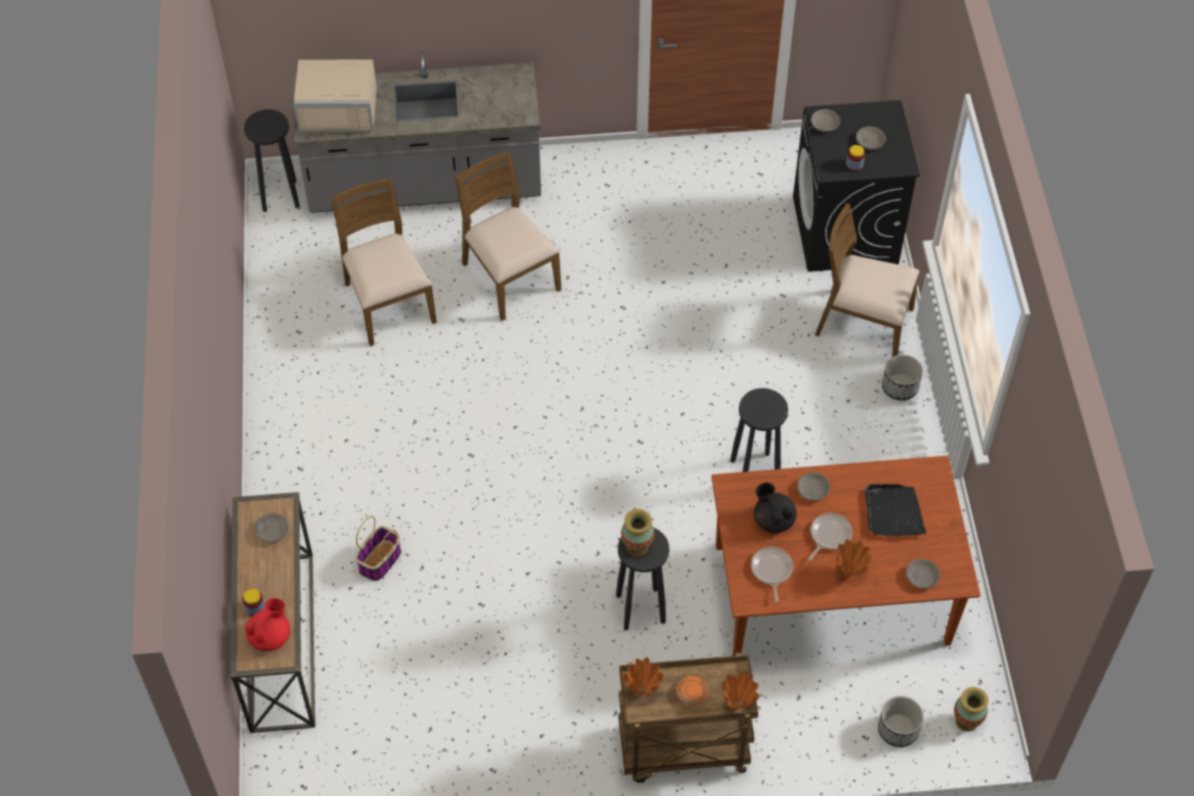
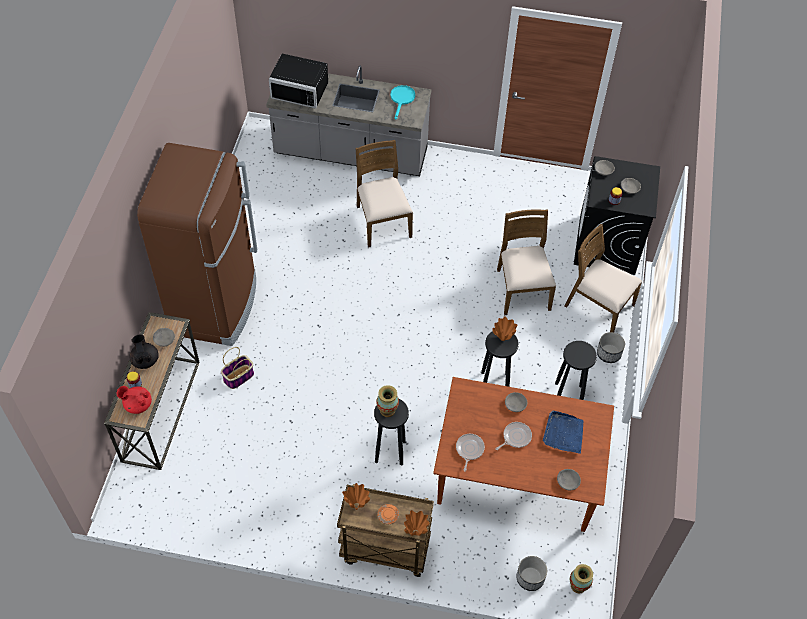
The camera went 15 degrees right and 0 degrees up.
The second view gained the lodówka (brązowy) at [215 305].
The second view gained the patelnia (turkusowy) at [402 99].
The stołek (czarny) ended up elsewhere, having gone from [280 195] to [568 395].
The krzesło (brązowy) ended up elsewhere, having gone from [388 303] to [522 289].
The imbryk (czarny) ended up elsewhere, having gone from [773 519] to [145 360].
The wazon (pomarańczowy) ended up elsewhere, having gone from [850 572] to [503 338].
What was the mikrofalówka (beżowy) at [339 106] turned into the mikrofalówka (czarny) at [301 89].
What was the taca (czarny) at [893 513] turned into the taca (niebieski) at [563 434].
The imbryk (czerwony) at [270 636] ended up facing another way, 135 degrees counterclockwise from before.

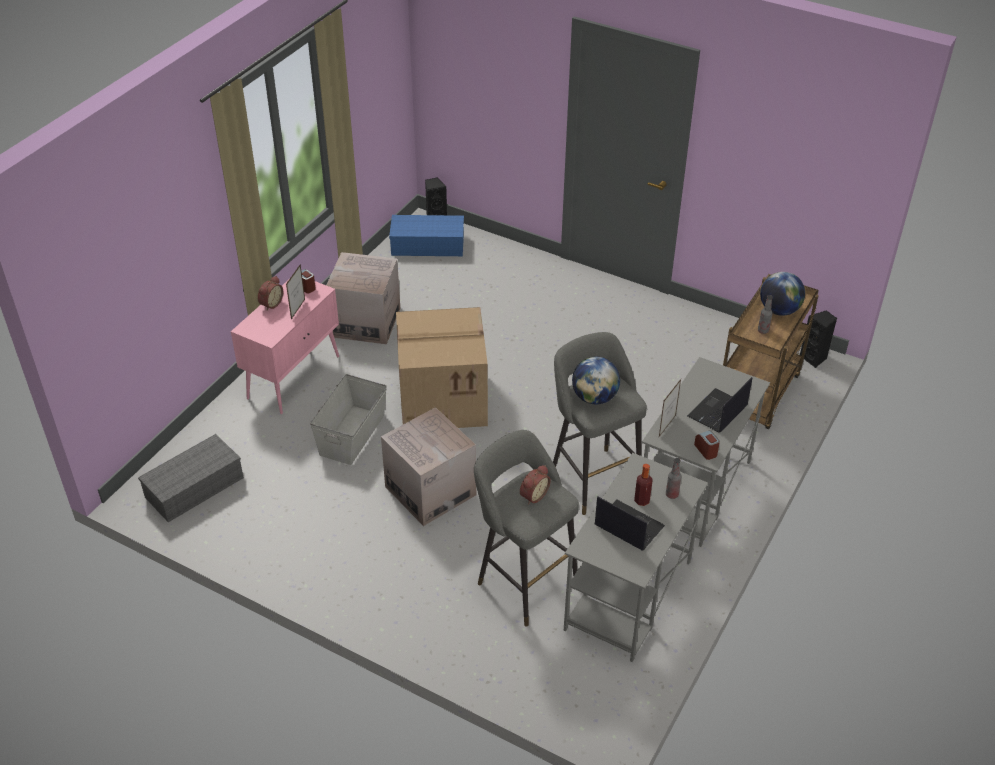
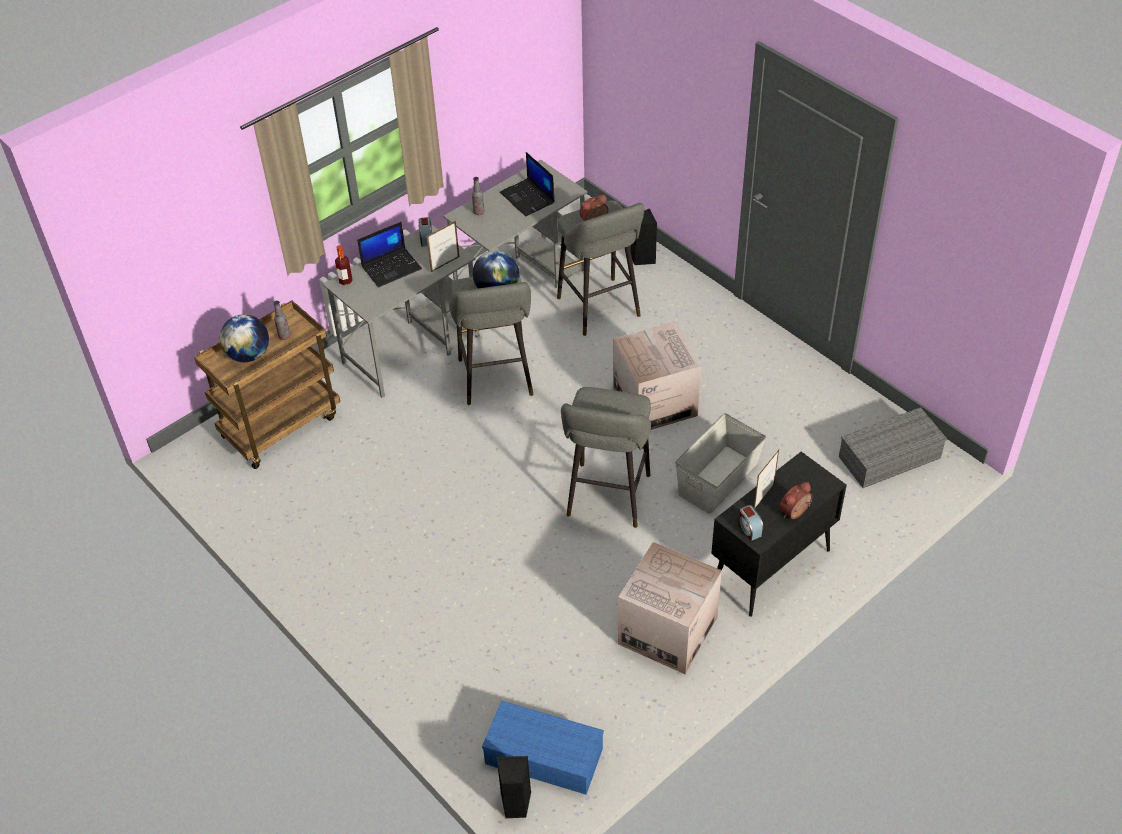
The camera went 160 degrees left and 5 degrees up.
The butelka ended up elsewhere, having gone from [642 500] to [345 281].
The głośnik (czarny) ended up elsewhere, having gone from [814 358] to [642 258].
Where the karton stood at [444 398], the stołek (szary) came to stand at [607 499].
What was the szafka (różowy) at [294 377] turned into the szafka (czarny) at [770 568].

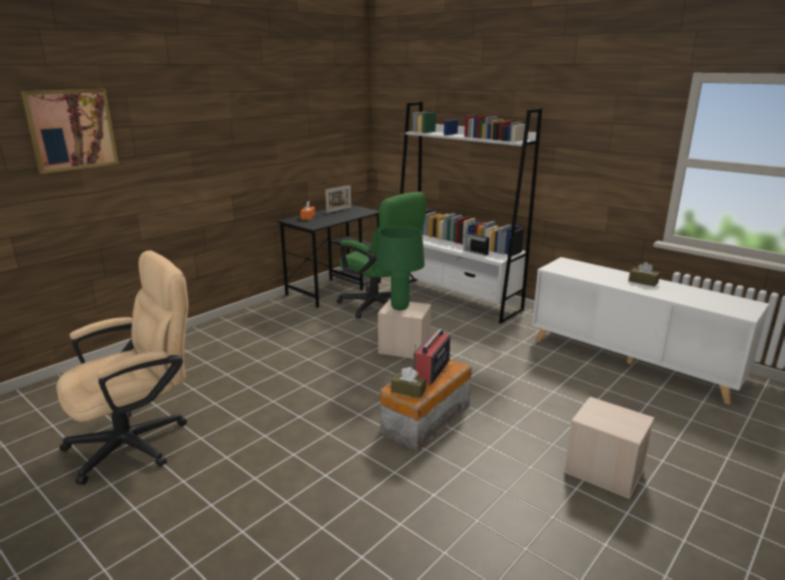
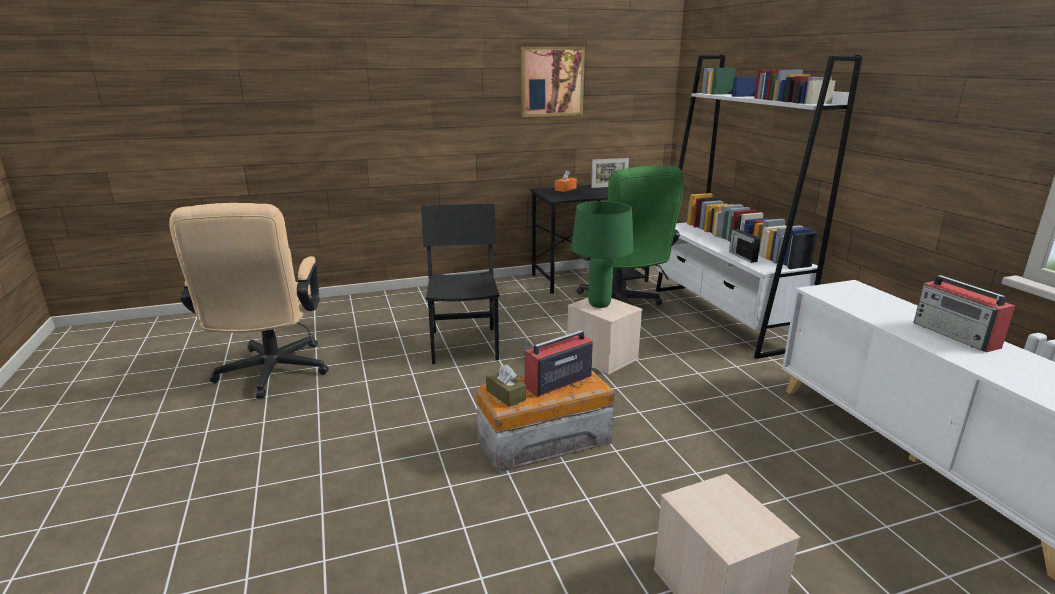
The camera went 30 degrees right and 0 degrees up.
The second view gained the krzesło (czarny) at [464 345].
The obraz ended up elsewhere, having gone from [71 130] to [551 81].
Where the pudełko chusteczek (brązowy) stood at [643 282], the radio came to stand at [956 335].
The krzesło biurowe (beżowy) at [139 441] ended up facing another way, 90 degrees clockwise from before.

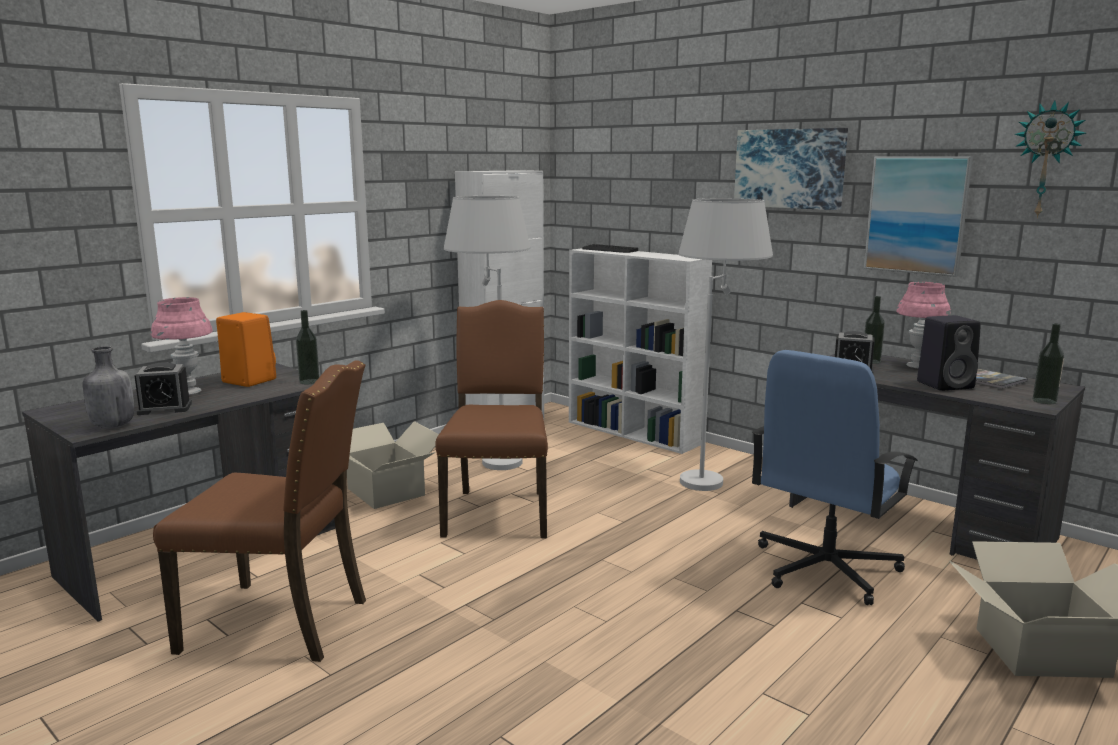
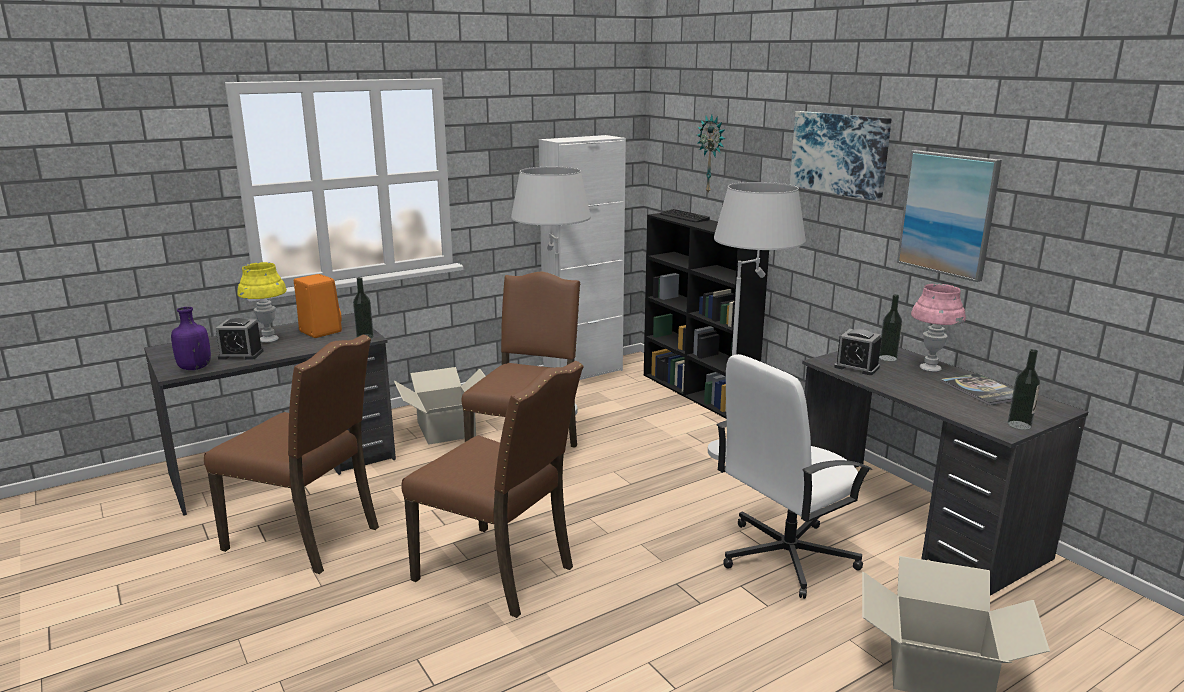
The camera went 15 degrees right and 5 degrees up.
The second view lost the głośnik (czarny) at [946 385].
The second view gained the krzesło (brązowy) at [498 572].
The zegar ścienny ended up elsewhere, having gone from [1047 160] to [712 154].
What was the butelka (szary) at [112 425] turned into the butelka (fioletowy) at [194 368].
What was the lampa stołowa (różowy) at [189 392] turned into the lampa stołowa (żółty) at [269 339].
What was the regał (biały) at [634 433] turned into the regał (czarny) at [698 393].
What was the krzesło biurowe (niebieski) at [824 569] turned into the krzesło biurowe (biały) at [785 556].

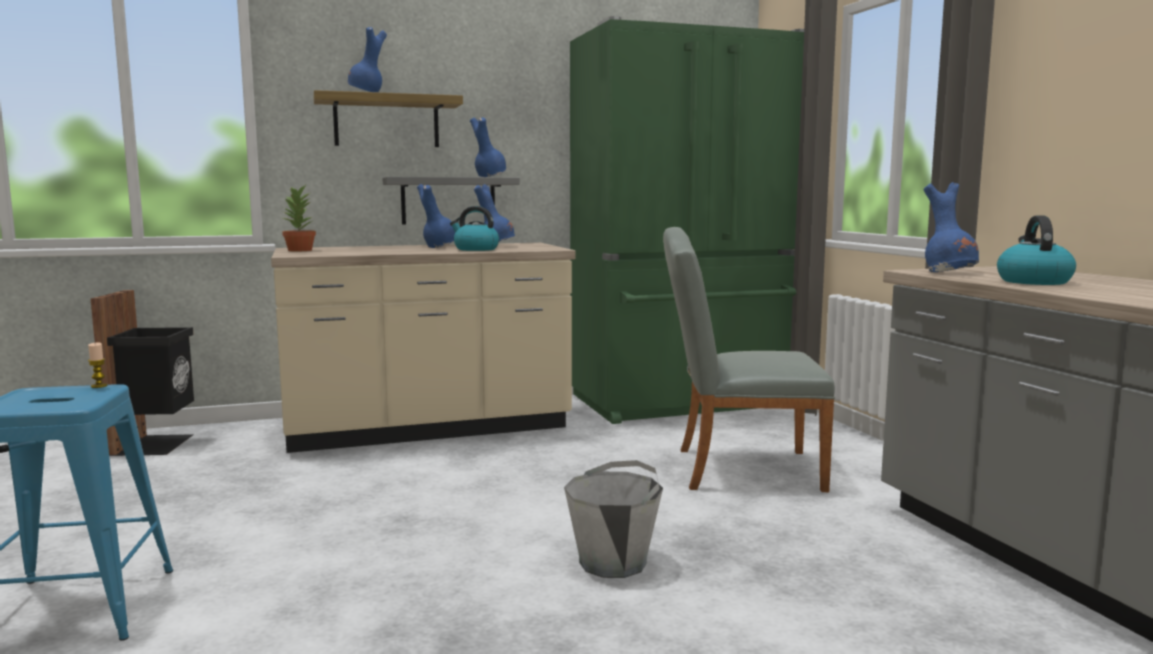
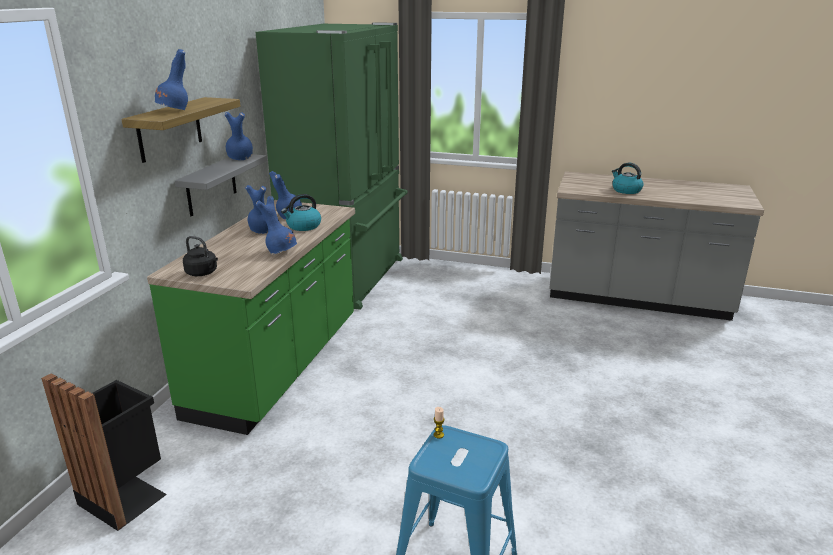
The camera went 55 degrees left and 15 degrees up.
The second view lost the wiadro (szary) at [613 563].
The second view lost the krzesło (szary) at [736 469].
The wazon (niebieski) ended up elsewhere, having gone from [949 273] to [281 252].
Where the roślina doniczkowa stood at [300 250], the czajnik (czarny) came to stand at [203 273].
What was the zabudowa kuchenna (beżowy) at [428 429] turned into the zabudowa kuchenna (zielony) at [278 367].

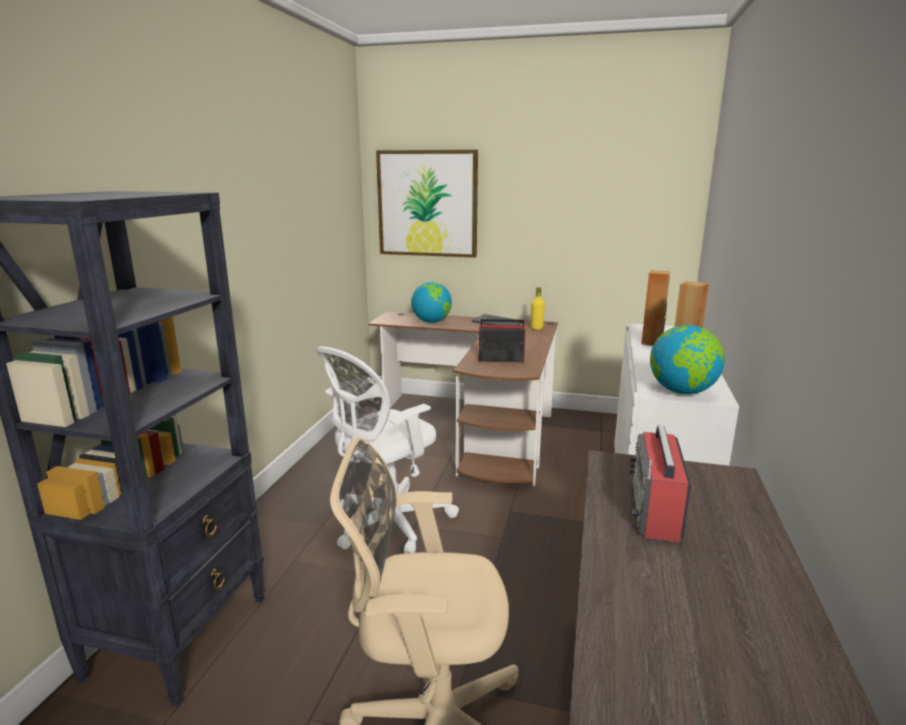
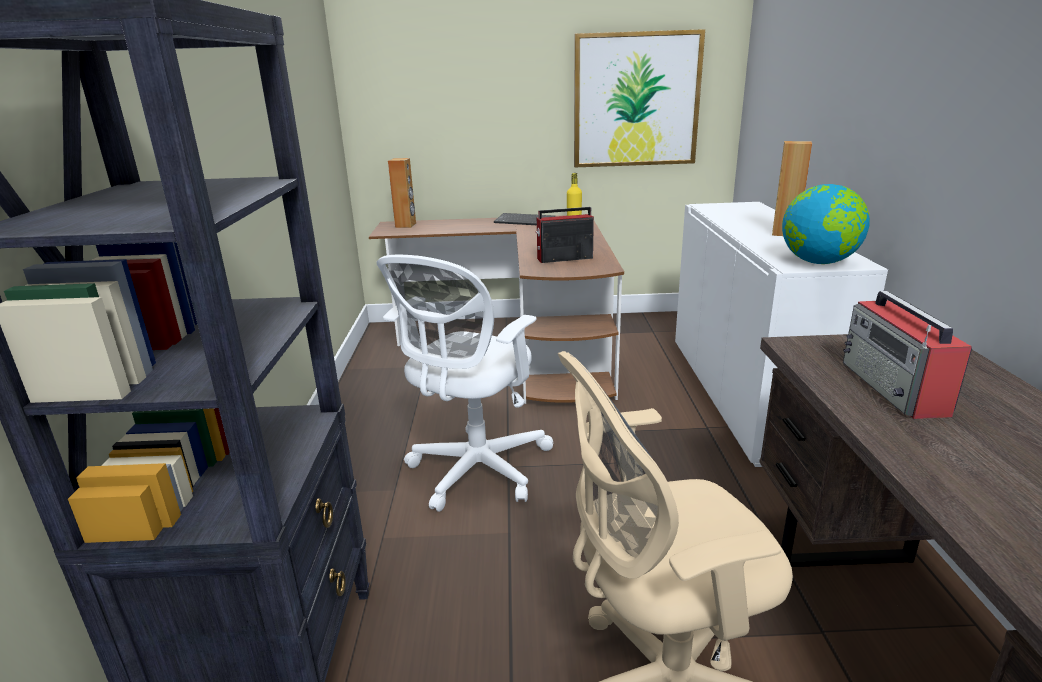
The camera went 15 degrees left and 5 degrees up.
The second view lost the globus at [432 322].
The obraz ended up elsewhere, having gone from [427 204] to [636 100].
The głośnik (brązowy) ended up elsewhere, having gone from [652 342] to [406 225].

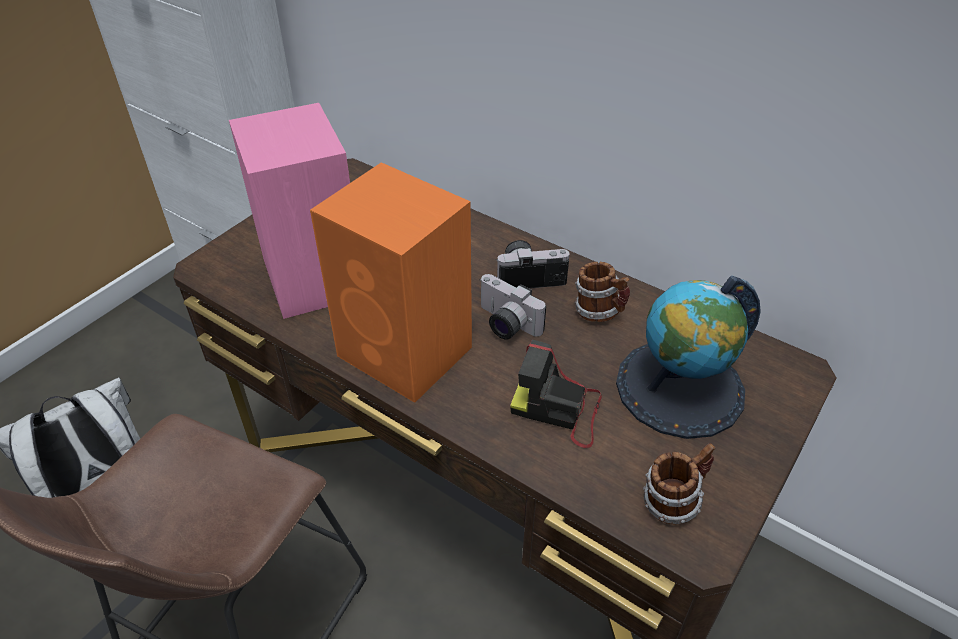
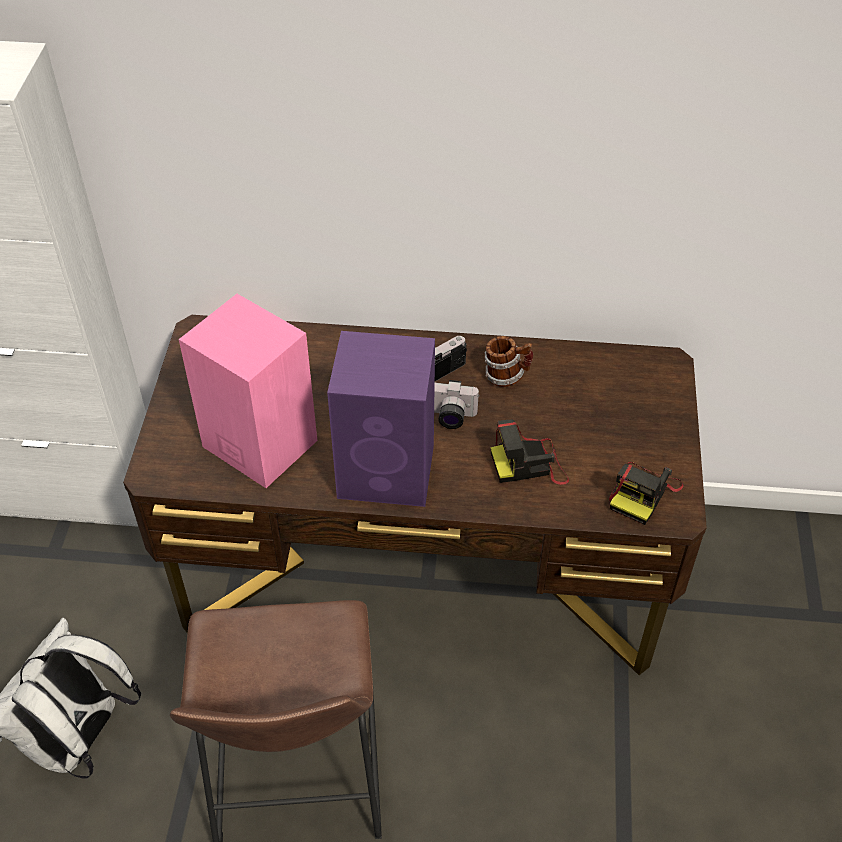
The camera went 30 degrees left and 5 degrees up.
The second view lost the globus at [680 388].
Where the kubek stood at [672 501], the aparat fotograficzny came to stand at [643 493].
What was the głośnik (pomarańczowy) at [407 353] turned into the głośnik (fioletowy) at [389 472].

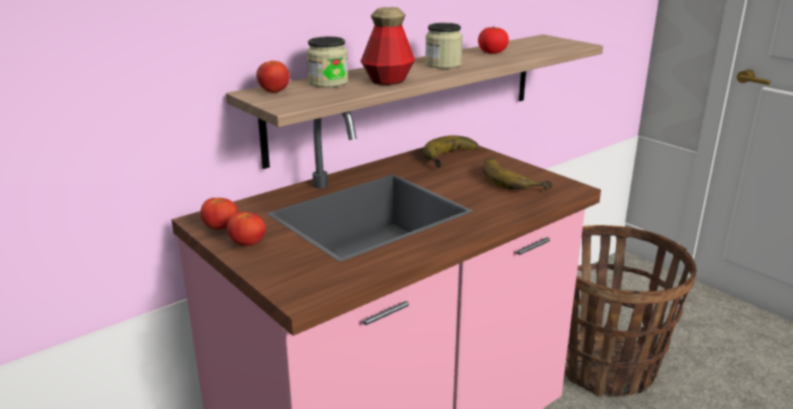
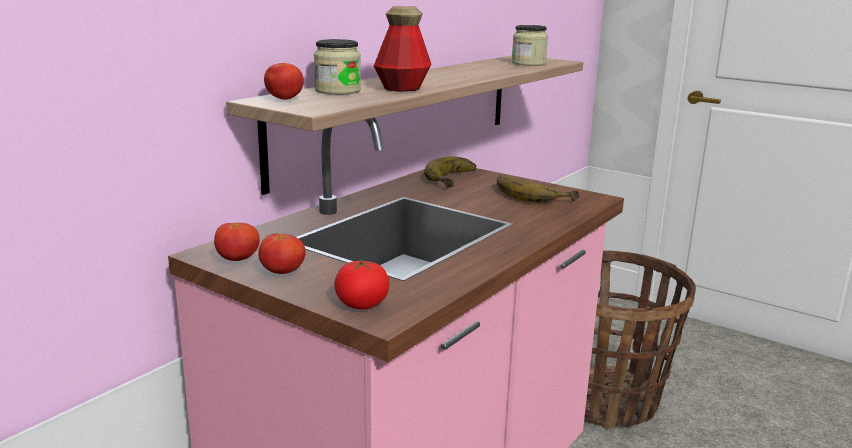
The camera went 15 degrees left and 5 degrees down.
The słoik ended up elsewhere, having gone from [443 64] to [528 63].
The pomidor ended up elsewhere, having gone from [492 52] to [362 304].

